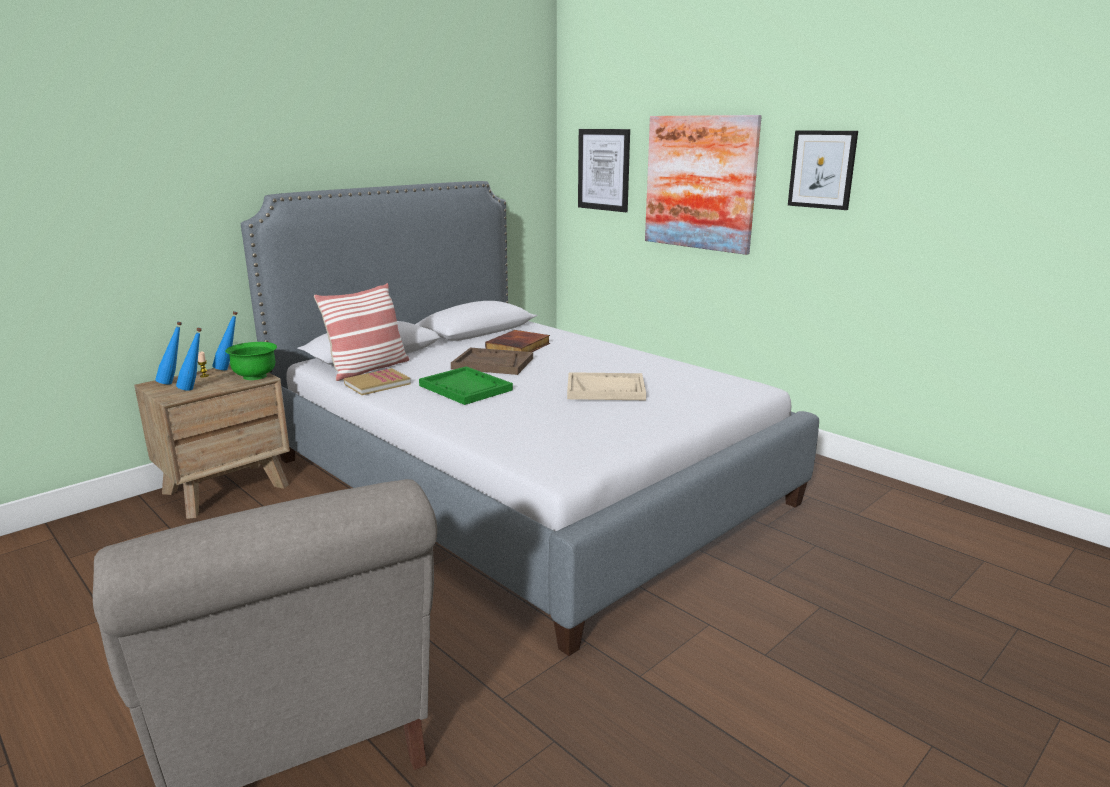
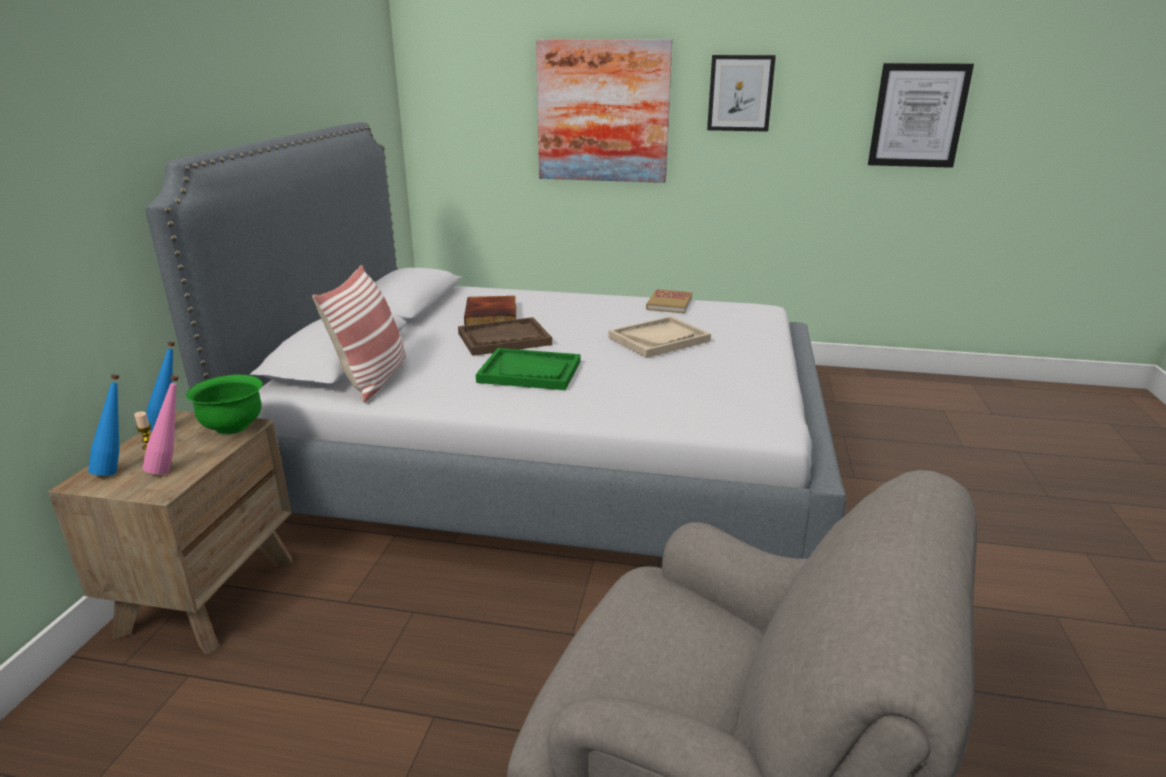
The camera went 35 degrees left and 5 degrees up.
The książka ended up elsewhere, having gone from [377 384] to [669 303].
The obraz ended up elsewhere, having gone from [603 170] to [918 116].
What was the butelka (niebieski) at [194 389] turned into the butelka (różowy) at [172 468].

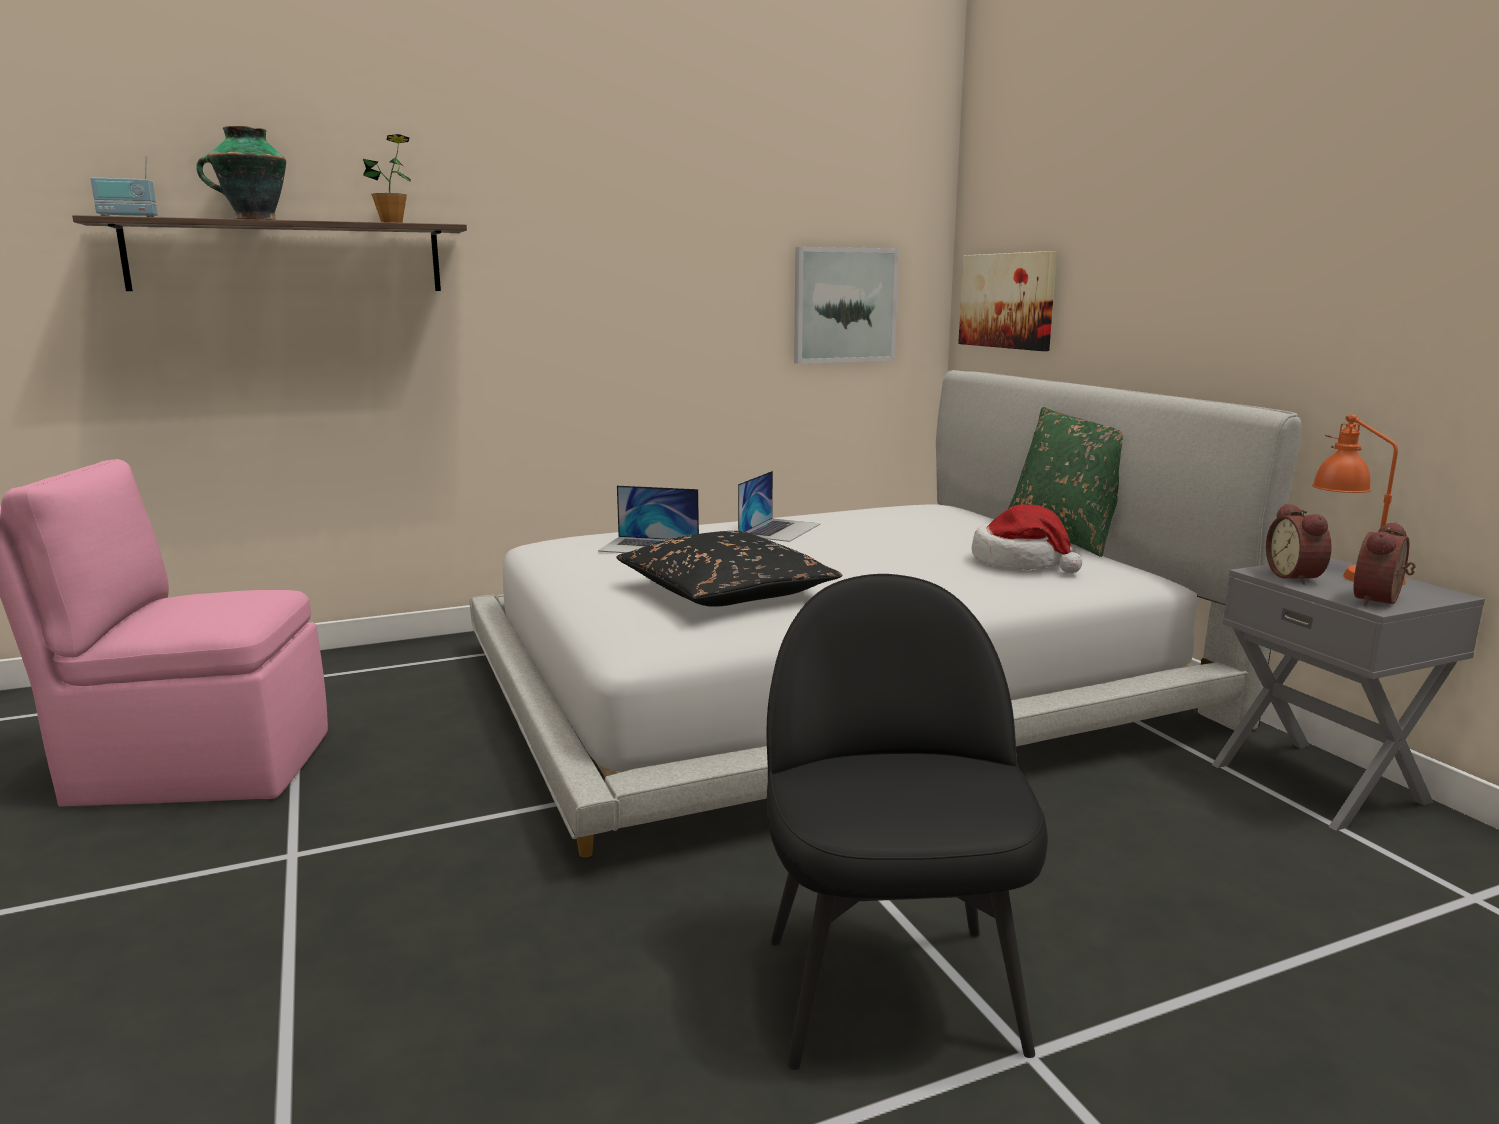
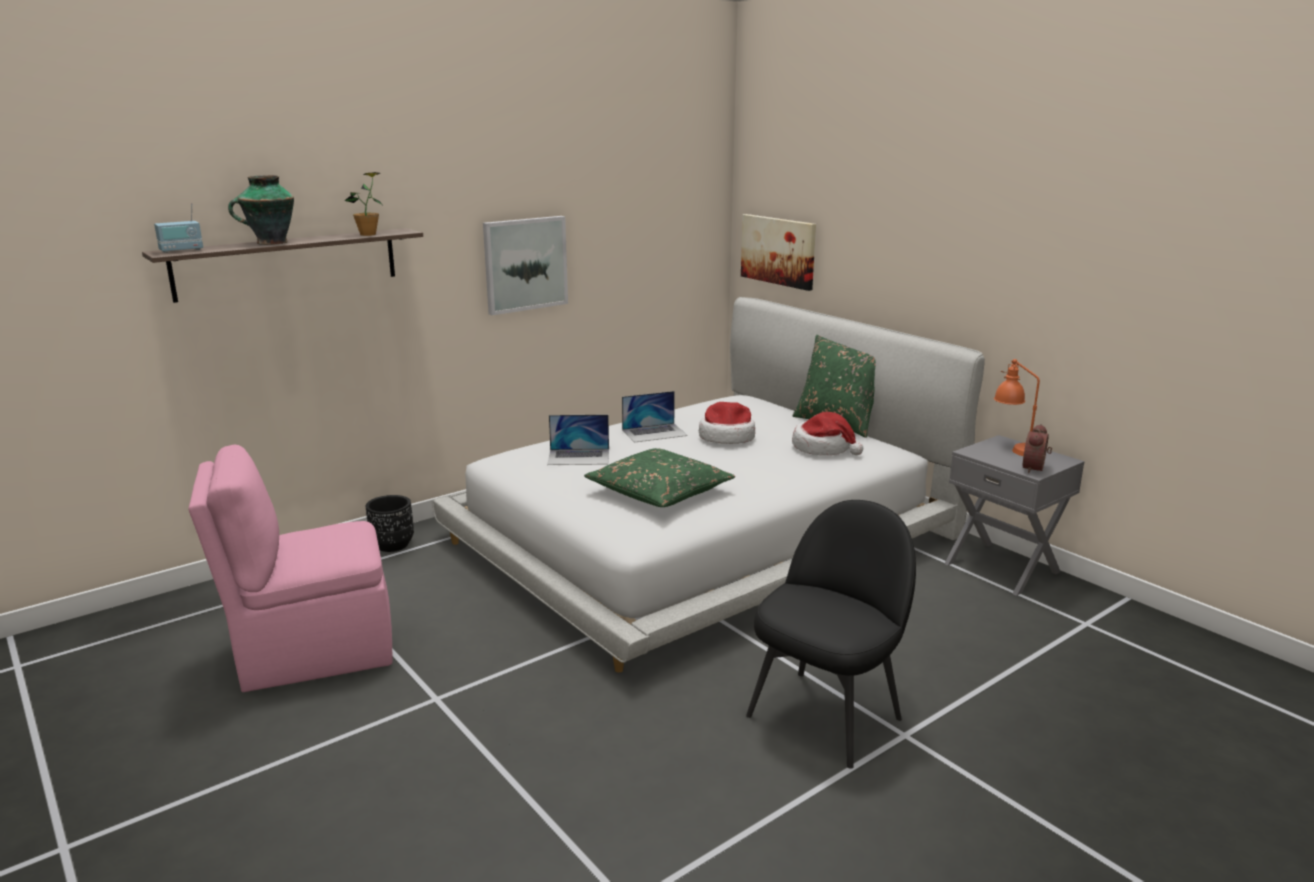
The camera went 15 degrees left and 5 degrees up.
The second view lost the budzik at [1297 577].
The second view gained the donica (czarny) at [392 545].
The second view gained the kapelusz at [726 437].
The obraz ended up elsewhere, having gone from [844 305] to [525 264].
What was the poduszka (czarny) at [726 591] turned into the poduszka (zielony) at [659 492].
The laptop at [780 529] ended up facing another way, 60 degrees clockwise from before.
The krzesło (czarny) at [890 987] ended up facing another way, 60 degrees clockwise from before.

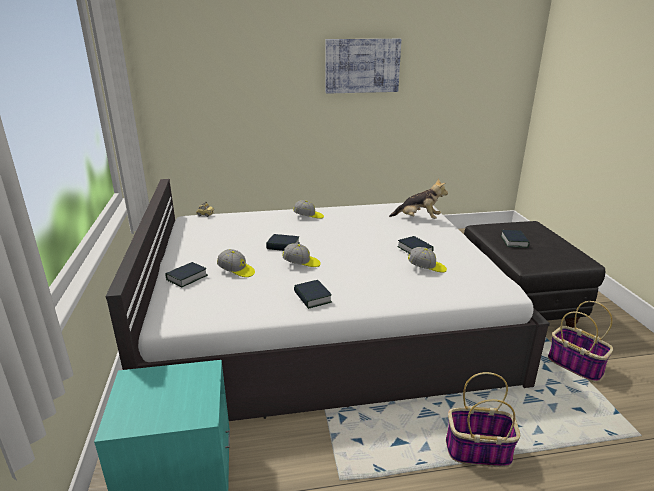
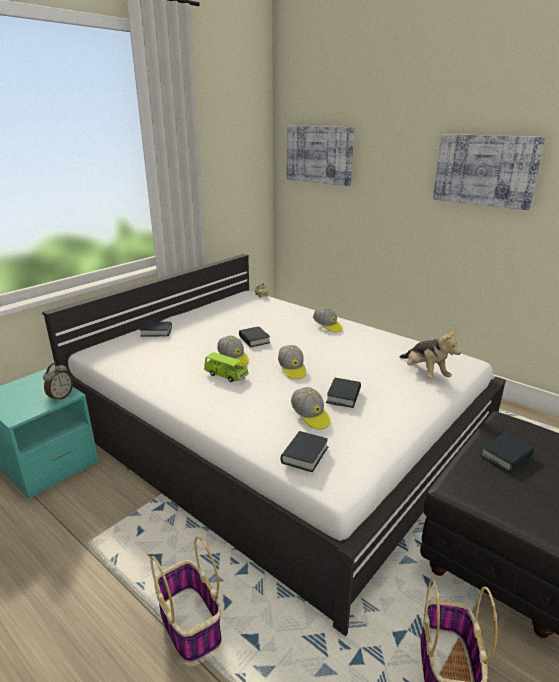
The camera went 50 degrees right and 0 degrees up.
The second view gained the budzik at [60 397].
The second view gained the samochodzik (zielony) at [226 375].
The second view gained the obraz at [319 155].
The czapka z daszkiem ended up elsewhere, having gone from [236 271] to [292 369].
The książka ended up elsewhere, having gone from [312 297] to [304 455].

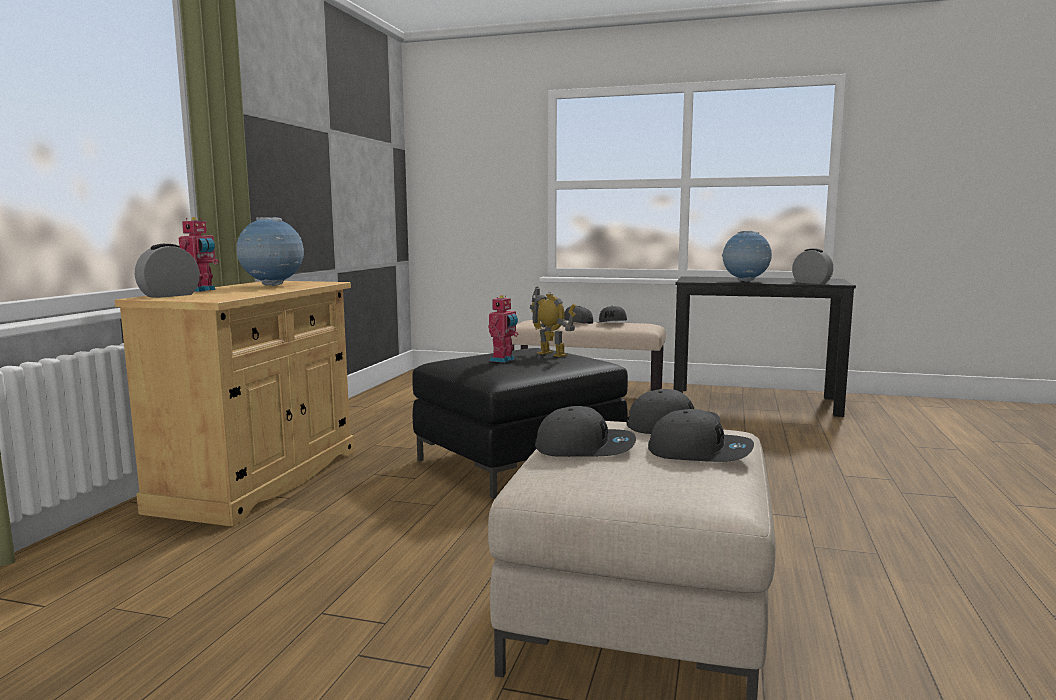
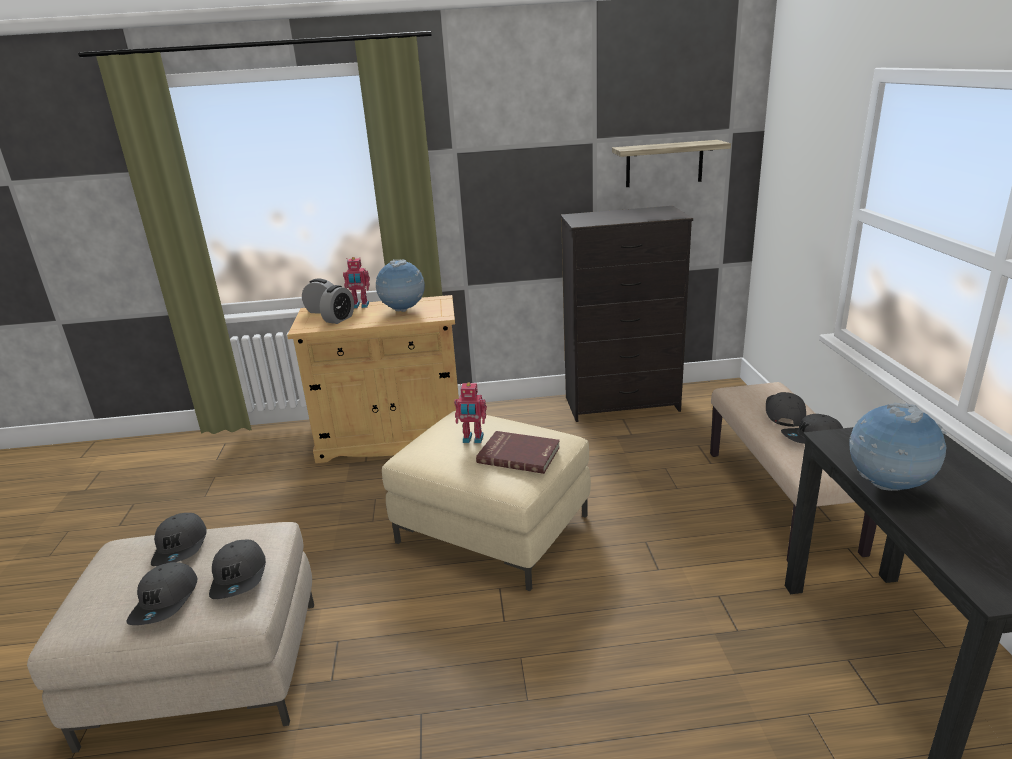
The camera went 70 degrees right and 15 degrees up.
The second view gained the komoda (czarny) at [623 404].
The second view gained the półka at [664 164].
The budzik ended up elsewhere, having gone from [811 282] to [339 319].
Where the robot zabawkowy stood at [552 354], the książka (czerwony) came to stand at [519 454].
What was the pufa (czarny) at [520 460] turned into the pufa (beżowy) at [493 528].

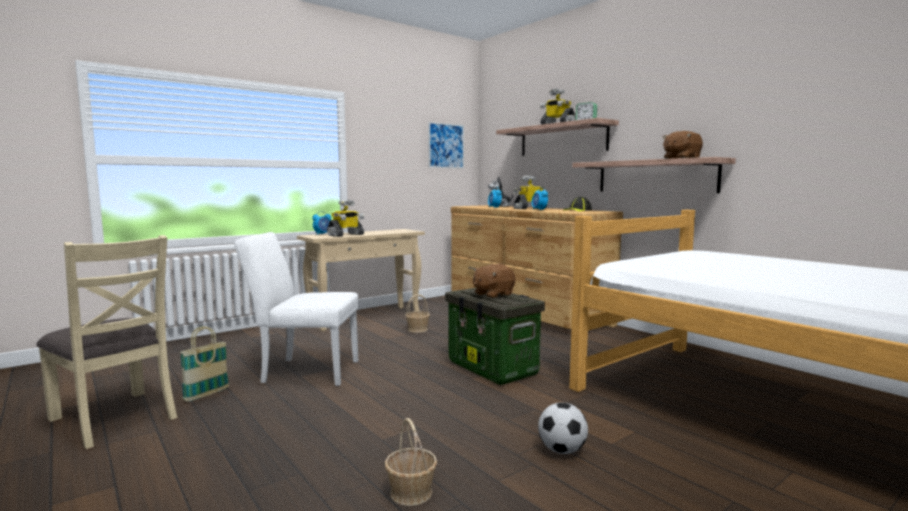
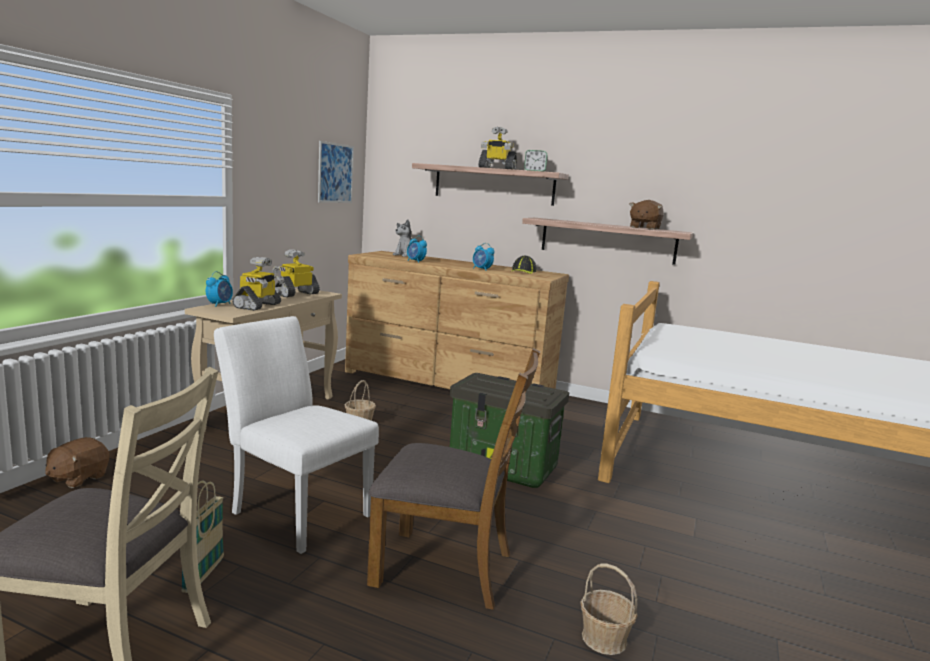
The camera went 30 degrees left and 5 degrees up.
The second view lost the piłka futbolowa at [562 450].
The second view gained the krzesło (brązowy) at [444 567].
The pluszak (brązowy) ended up elsewhere, having gone from [492 294] to [78 478].
The robot zabawkowy ended up elsewhere, having gone from [529 208] to [296 294].
The krzesło (biały) at [303 371] ended up facing another way, 60 degrees clockwise from before.

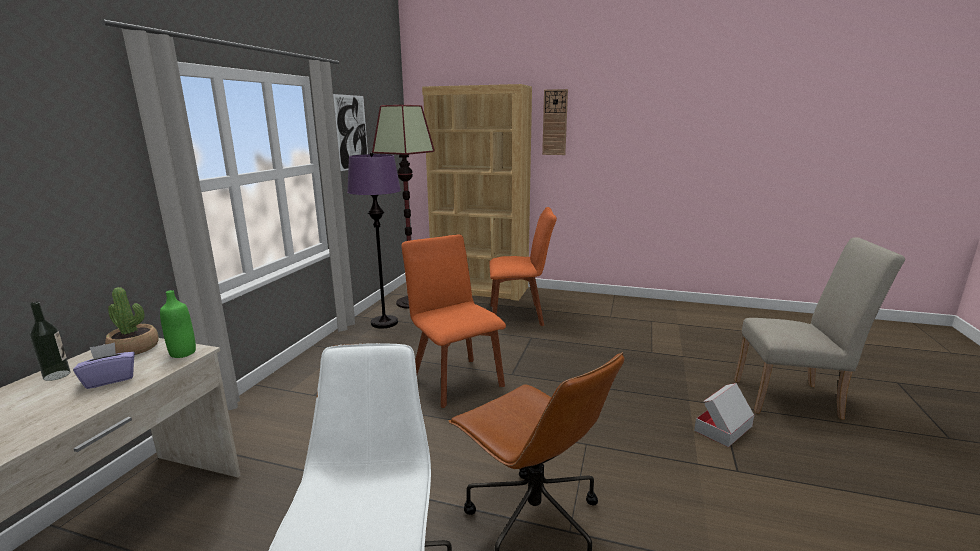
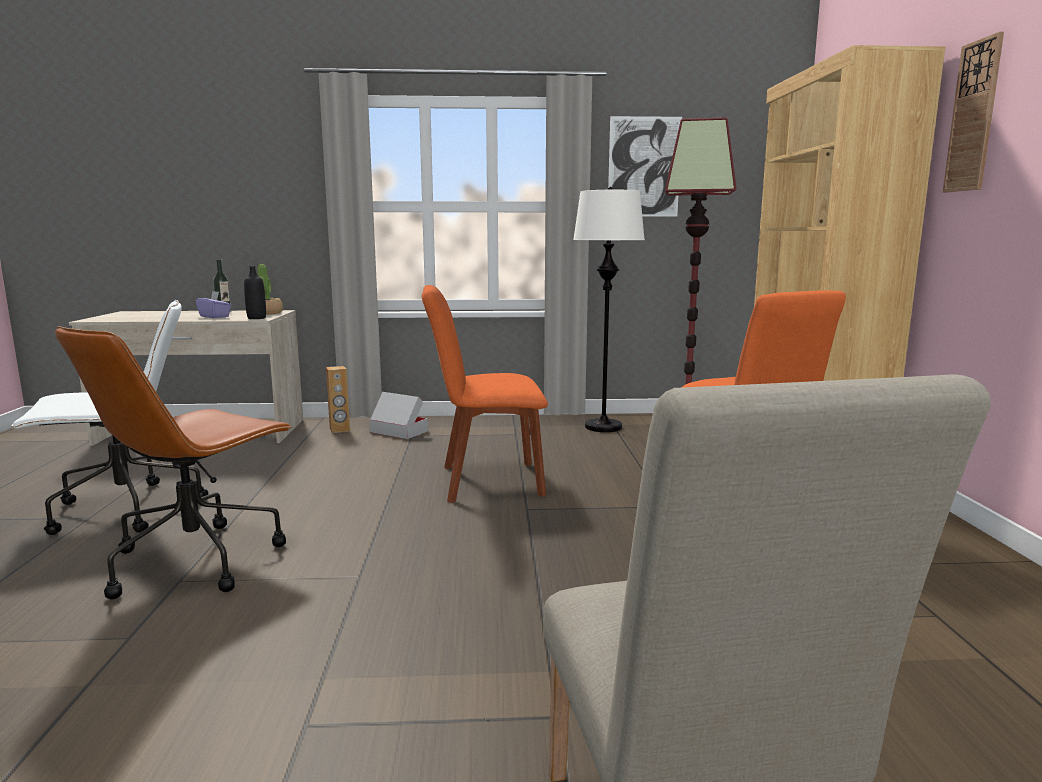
The camera went 70 degrees right and 5 degrees down.
The second view gained the głośnik (brązowy) at [339 430].
The karton ended up elsewhere, having gone from [723 428] to [398 431].
What was the butelka (zielony) at [183 353] turned into the butelka (czarny) at [256 318].
What was the lampa stojąca (fioletowy) at [384 323] turned into the lampa stojąca (biały) at [603 427].
The krzesło (pomarańczowy) at [455 380] ended up facing another way, 135 degrees counterclockwise from before.

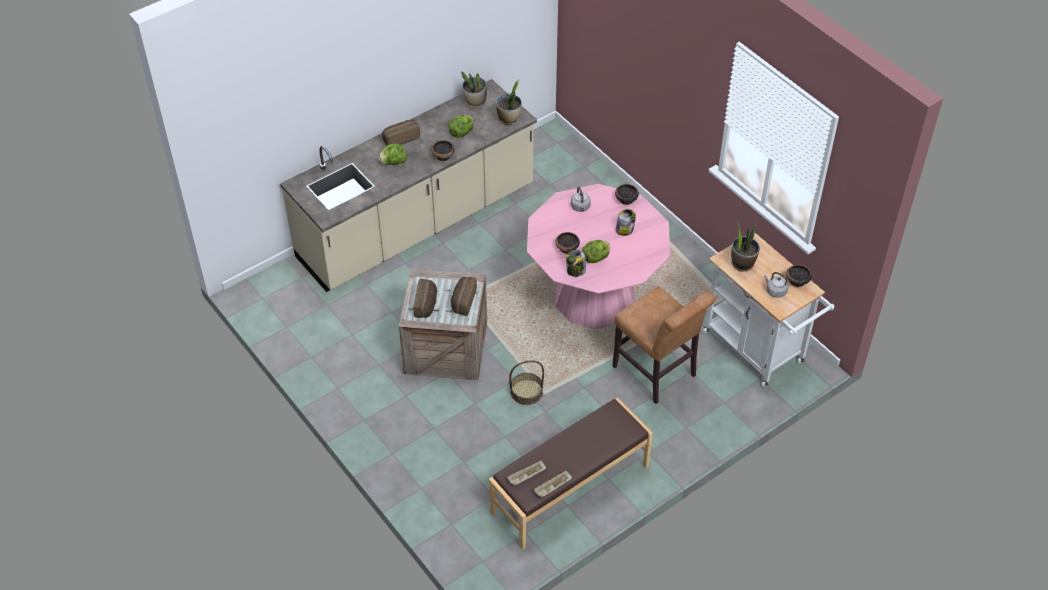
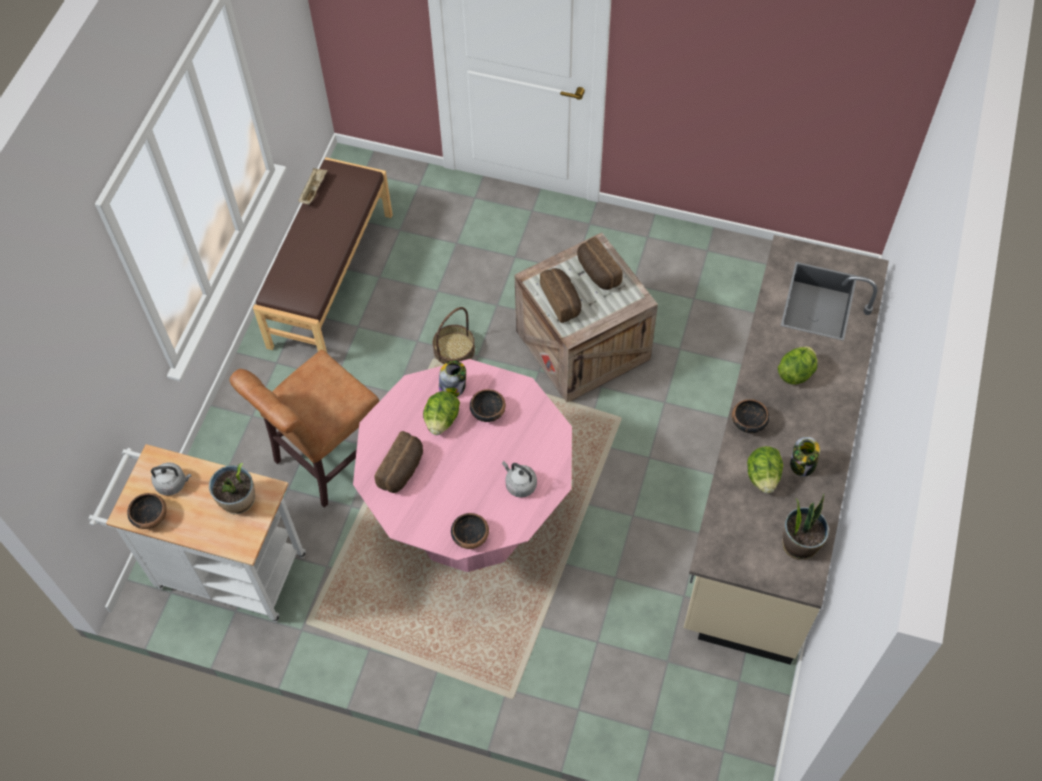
The camera went 145 degrees right and 10 degrees up.
The second view lost the roślina doniczkowa at [509 119].
The second view lost the taca (beżowy) at [526 477].
The chleb ended up elsewhere, having gone from [400 138] to [403 470].
The słoik ended up elsewhere, having gone from [624 229] to [802 464].
The krzesło (brązowy) at [657 374] ended up facing another way, 60 degrees counterclockwise from before.

